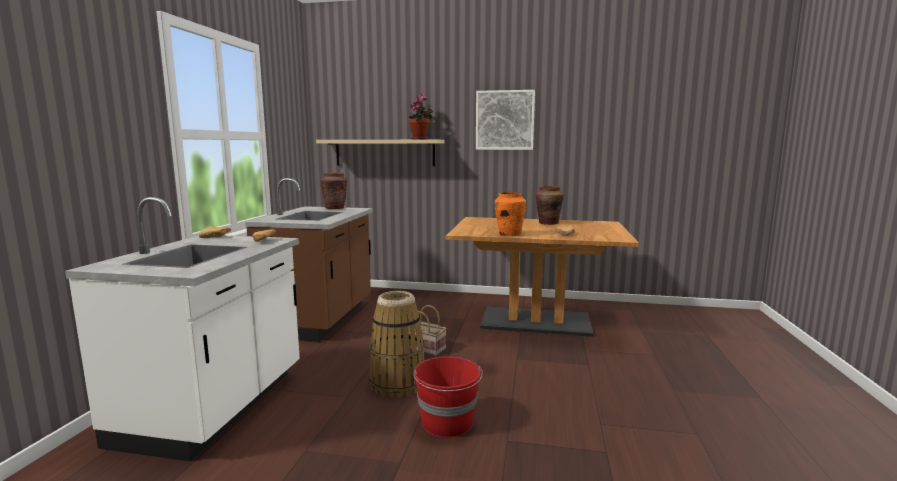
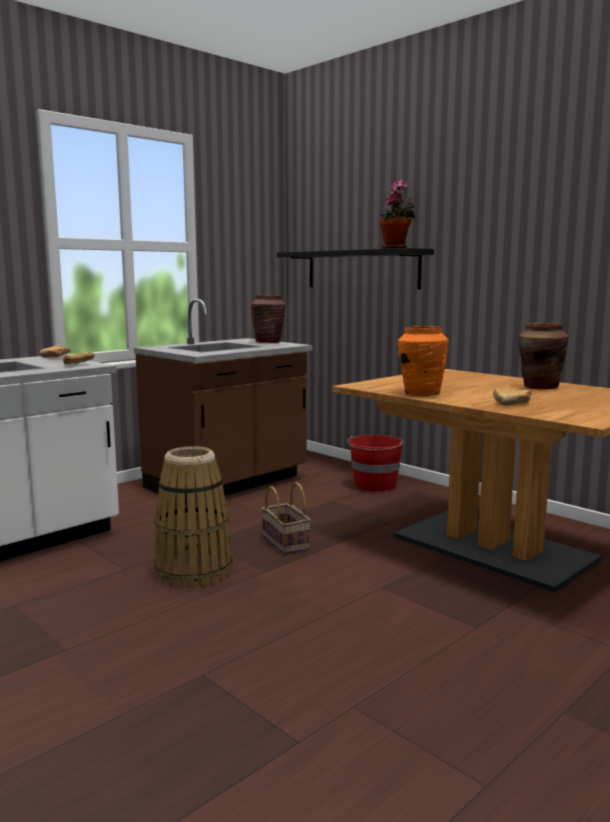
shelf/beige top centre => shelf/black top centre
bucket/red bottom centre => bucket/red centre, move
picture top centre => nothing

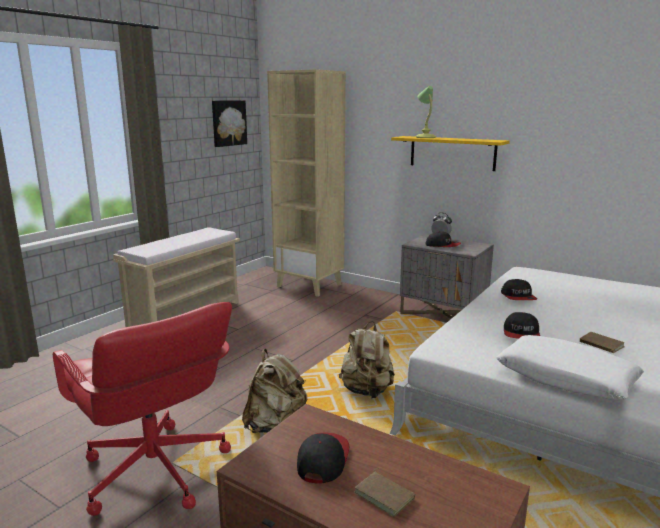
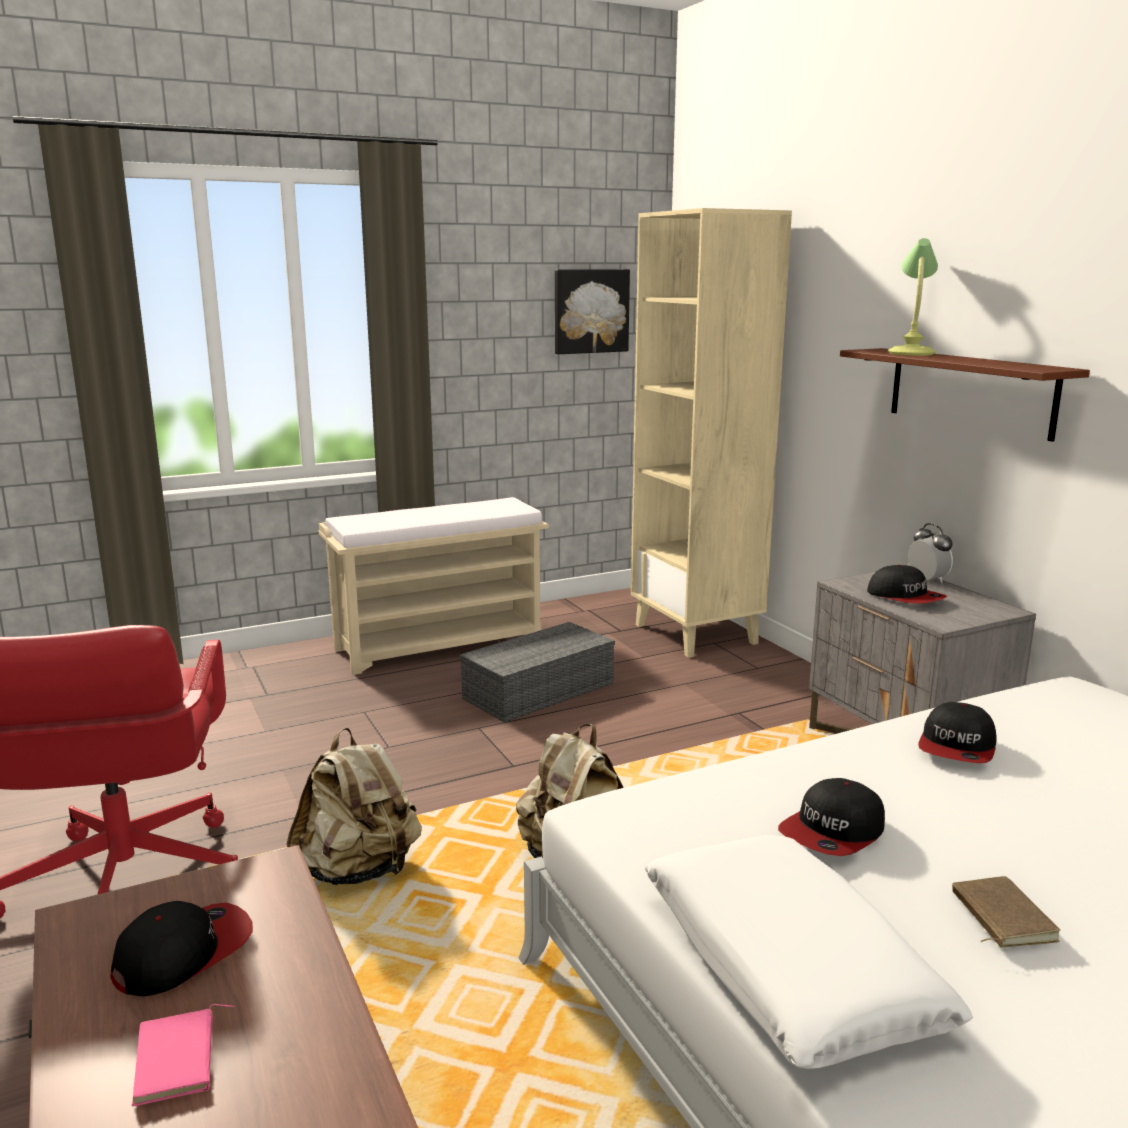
book/brown (1st from left) bottom centre => book/pink bottom left
nothing => storage box/grey centre
shelf/yellow top right => shelf/brown middle right

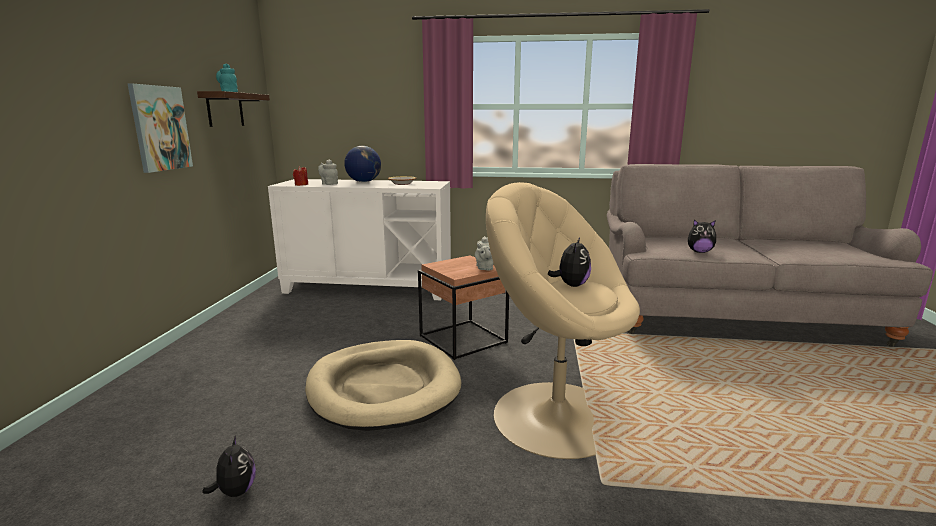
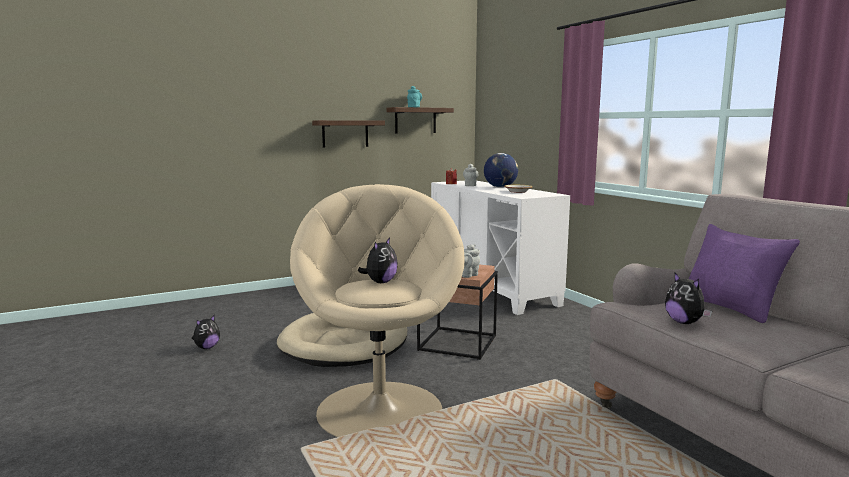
picture top left => shelf (1st from left) top centre
plush toy (2nd from left) centre, 45 degrees counterclockwise
nothing => pillow/purple middle right

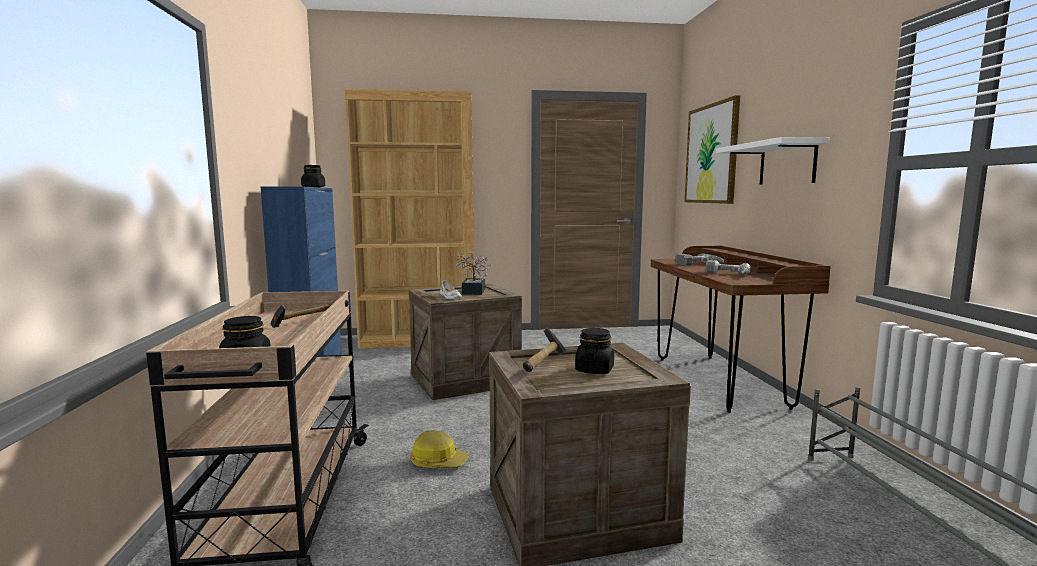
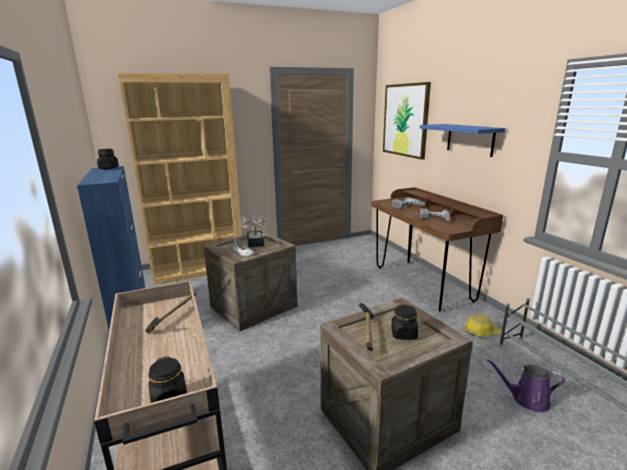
shelf/white top right => shelf/blue top right
hard hat bottom centre => hard hat bottom right, move
nothing => watering can/purple bottom right

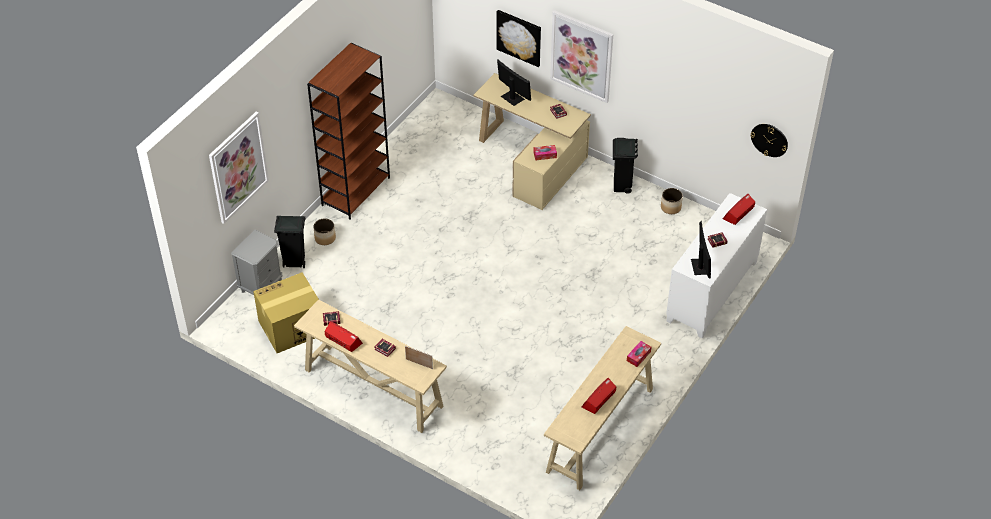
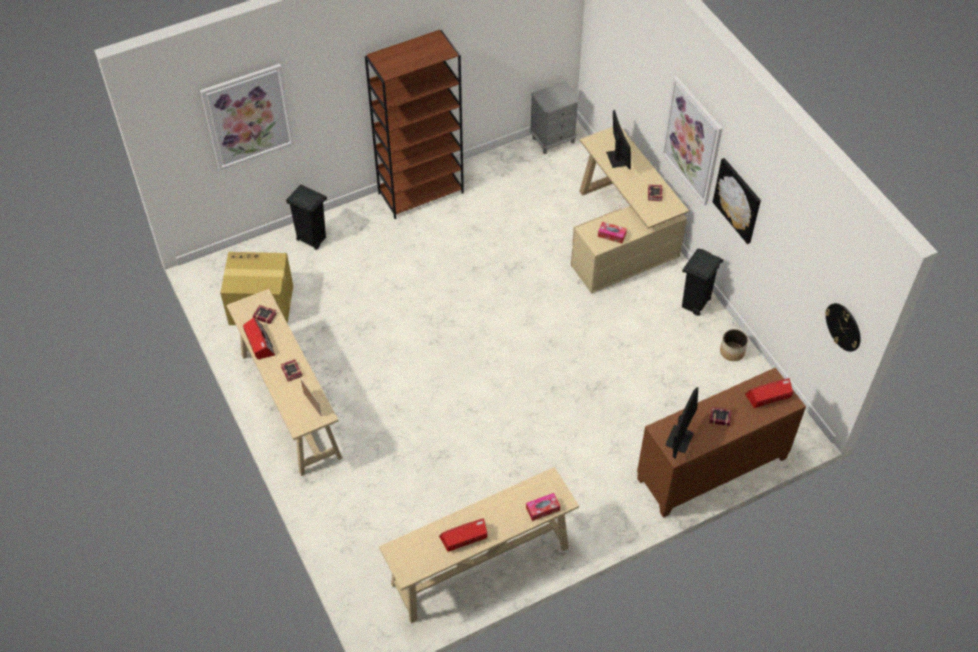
nightstand/grey middle left => nightstand/grey top centre, move
cabinet/white middle right => cabinet/brown bottom right
picture (2nd from left in the first image) top centre => picture (3rd from left) top right, move
planter (1st from left) middle left => nothing

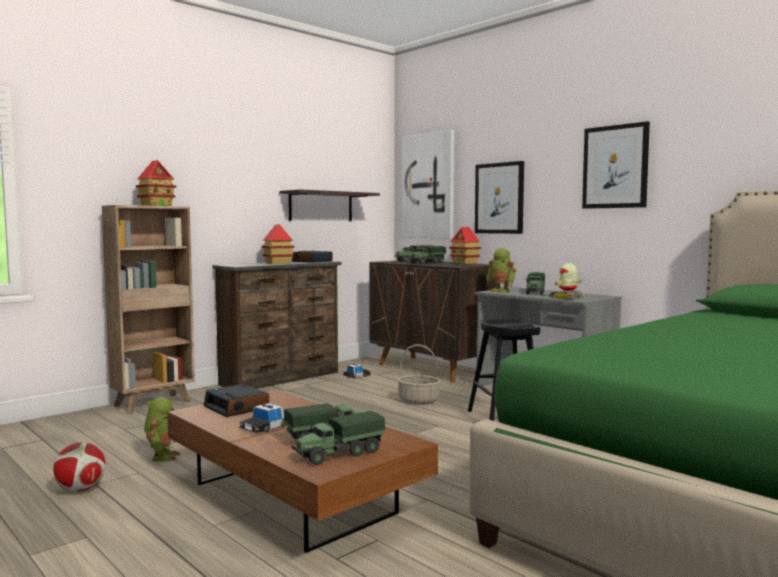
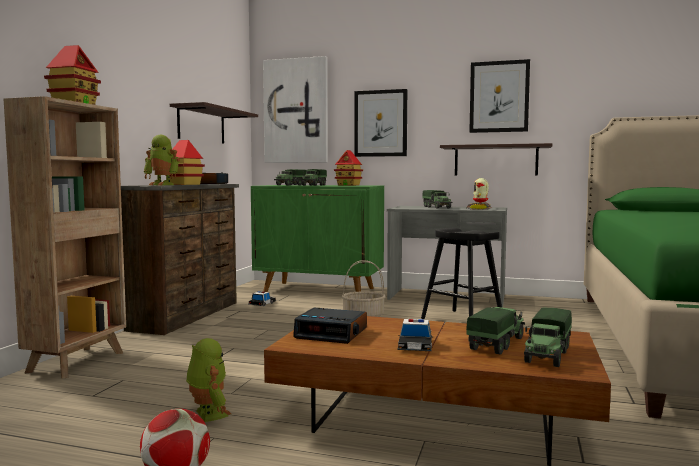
toy robot (2nd from left in the first image) centre => toy robot (1st from left) middle left, move
cabinet/brown centre => cabinet/green centre
nothing => shelf (2nd from left) middle right

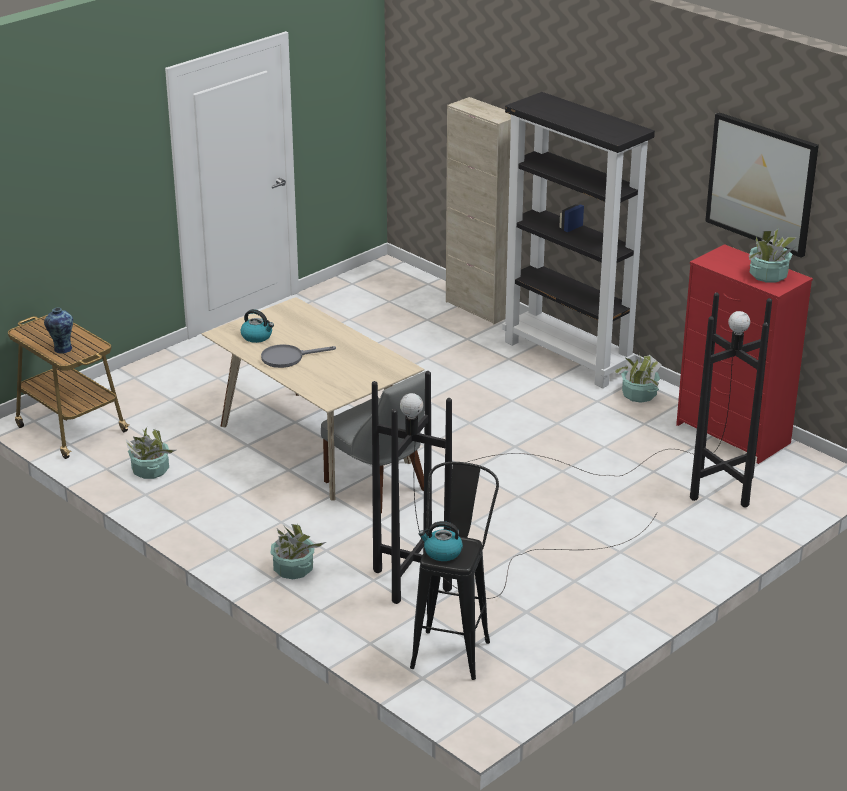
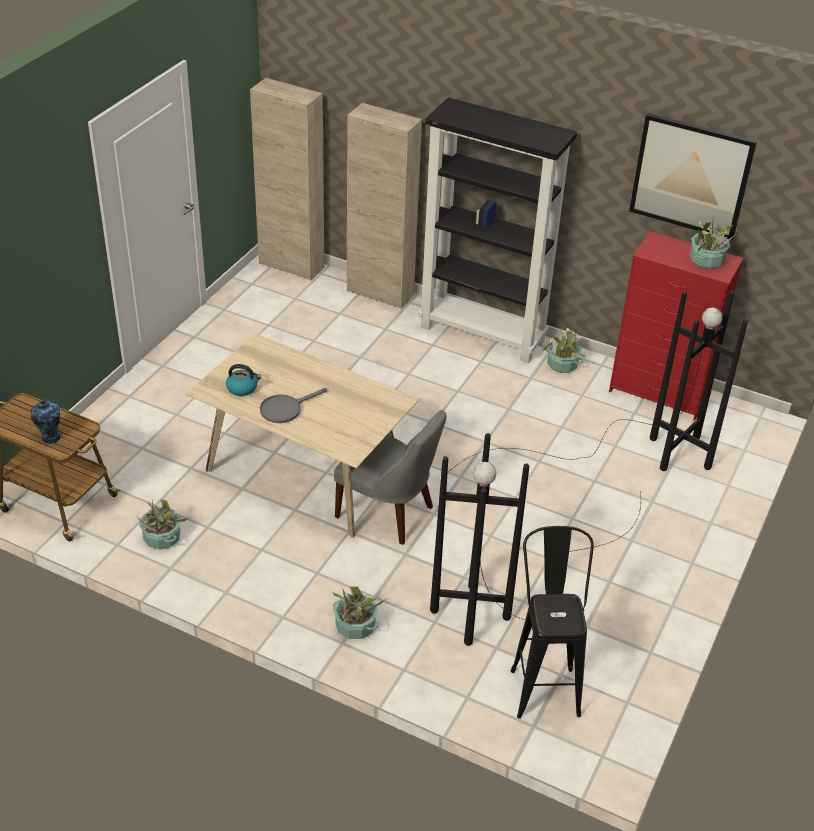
nothing => cabinet/beige (1st from left) top centre
kettle (2nd from left) bottom centre => nothing

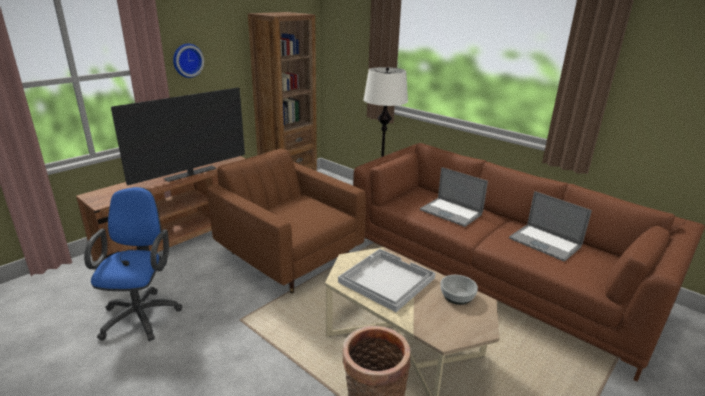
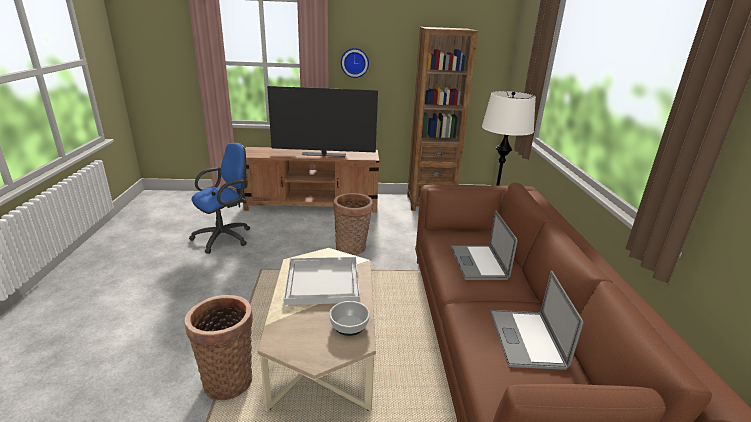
armchair/brown centre => basket (2nd from left) centre

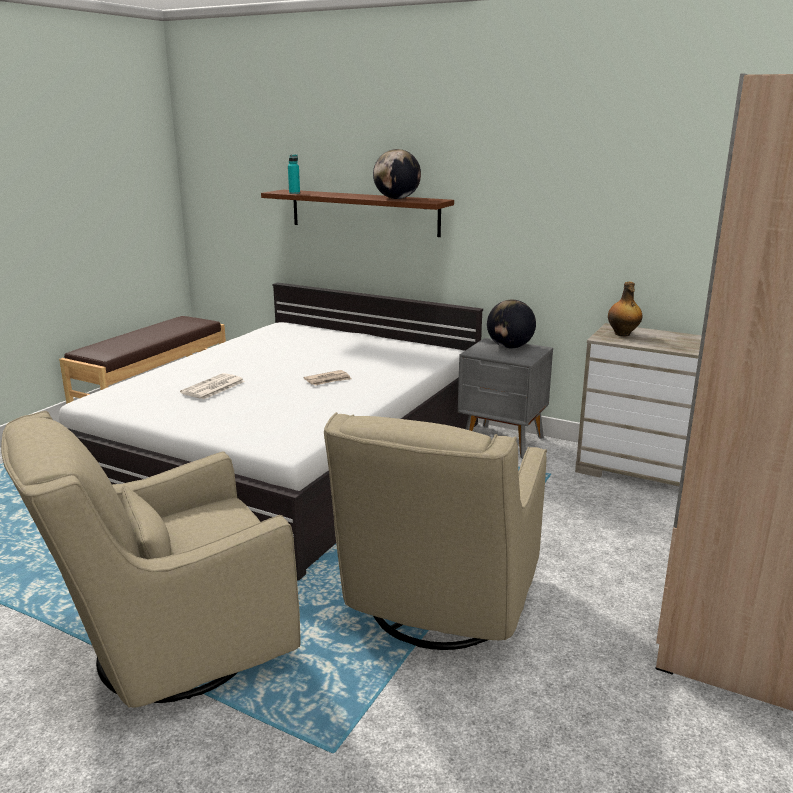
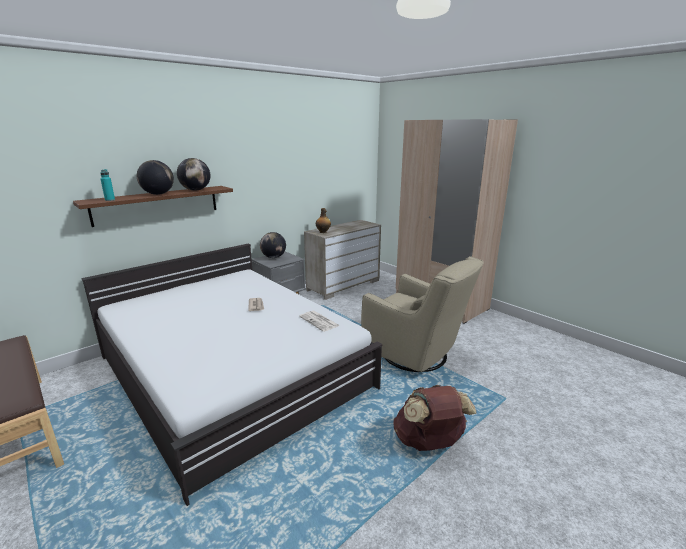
nothing => globe (1st from left) top left
newspaper (1st from left in the first image) middle left => newspaper (2nd from left) centre, move
armchair/beige (1st from left) bottom left => backpack/brown bottom centre

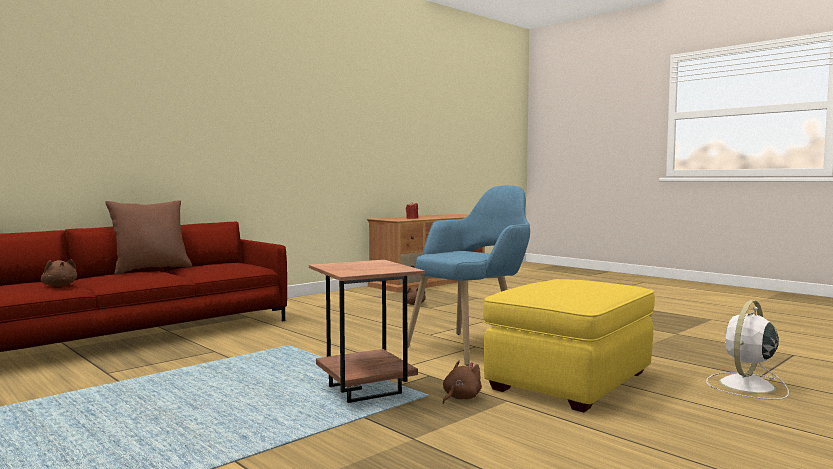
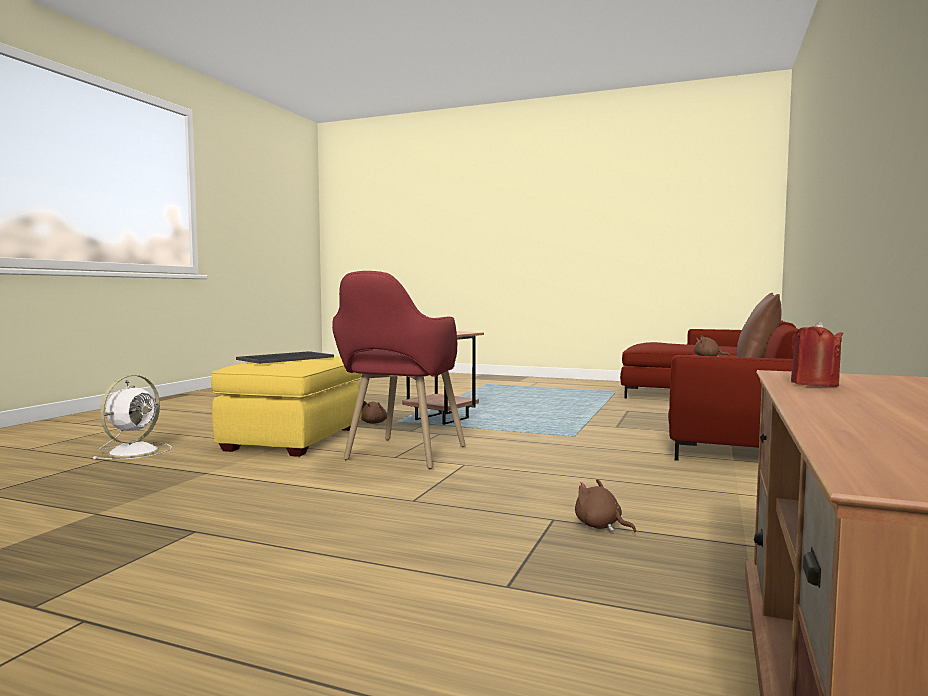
nothing => tray middle left
armchair/blue centre => armchair/red centre

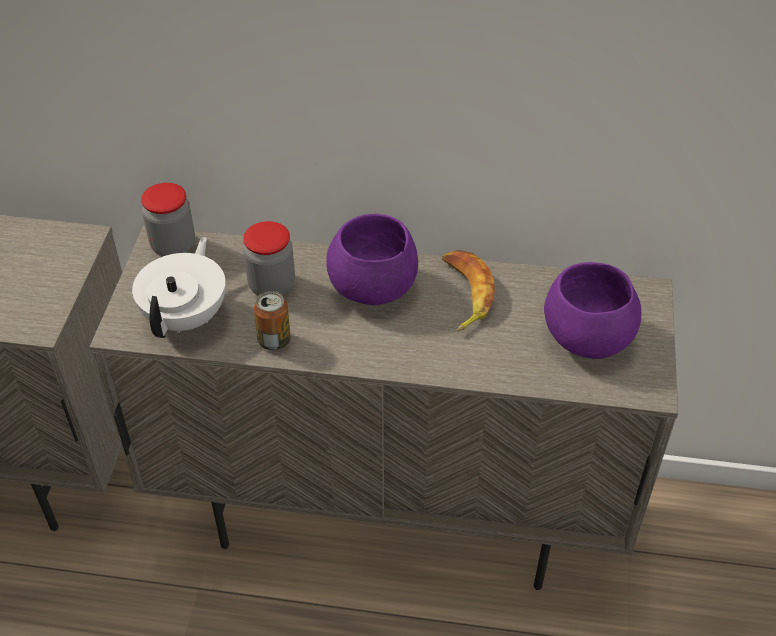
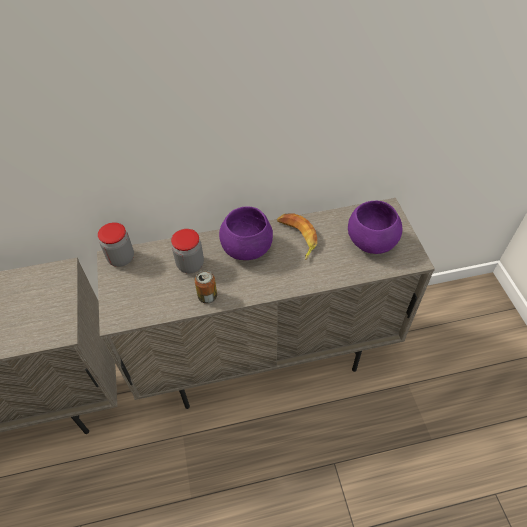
teapot/white middle left => nothing

